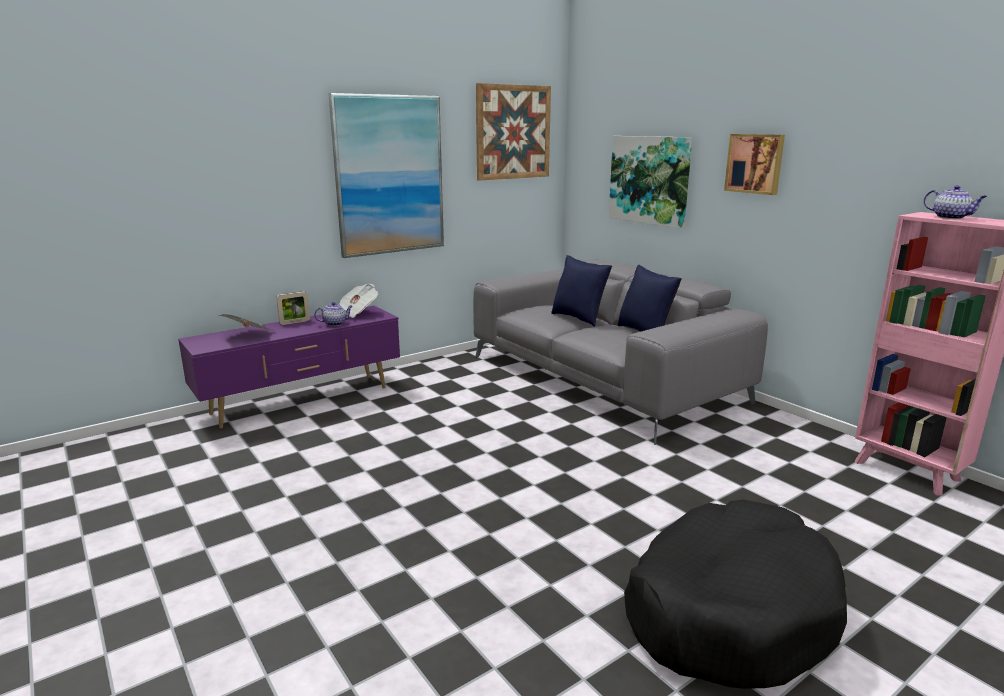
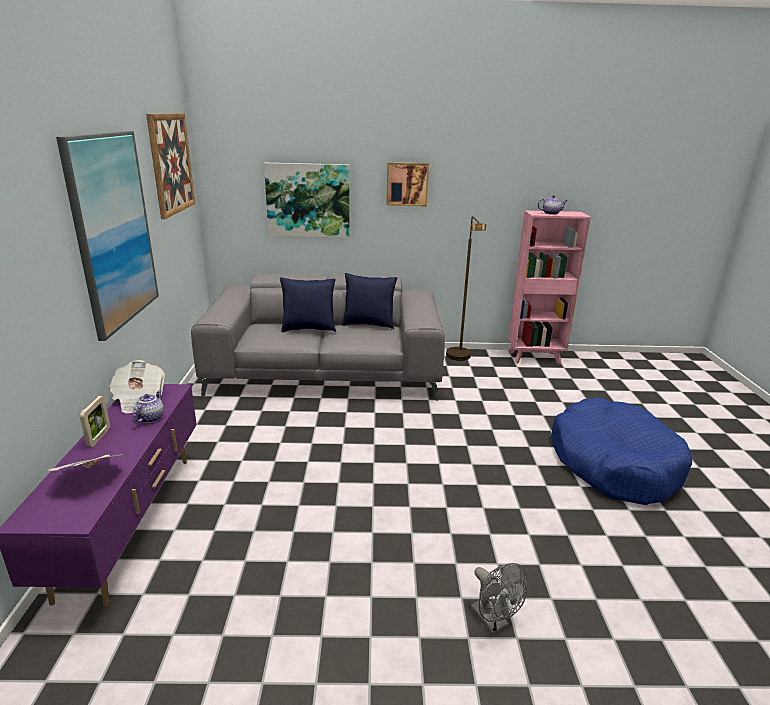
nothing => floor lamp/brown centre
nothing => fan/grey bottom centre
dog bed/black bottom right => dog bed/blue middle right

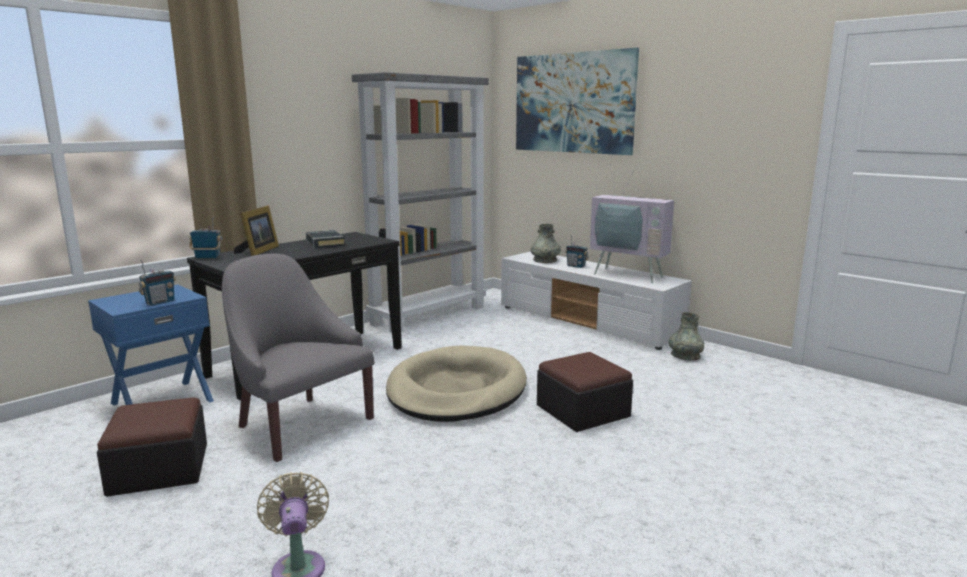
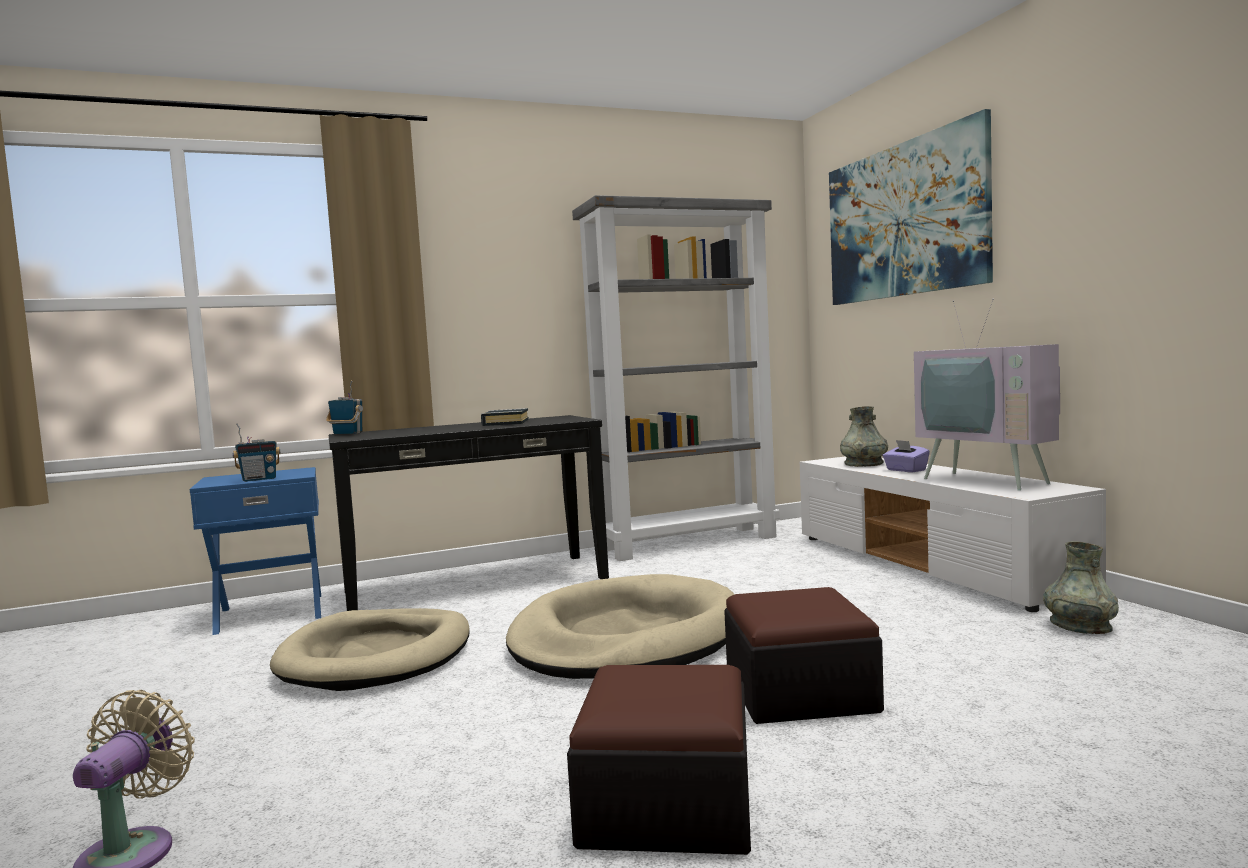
armchair/grey middle left => dog bed/beige (1st from left) bottom left
ottoman (1st from left) bottom left => ottoman (1st from left) bottom centre, move
radio (3rd from left) centre => tissue box/purple middle right
picture frame middle left => nothing

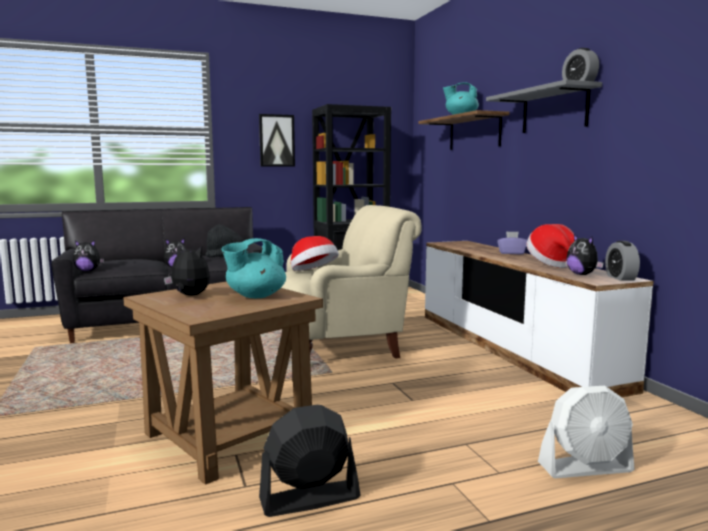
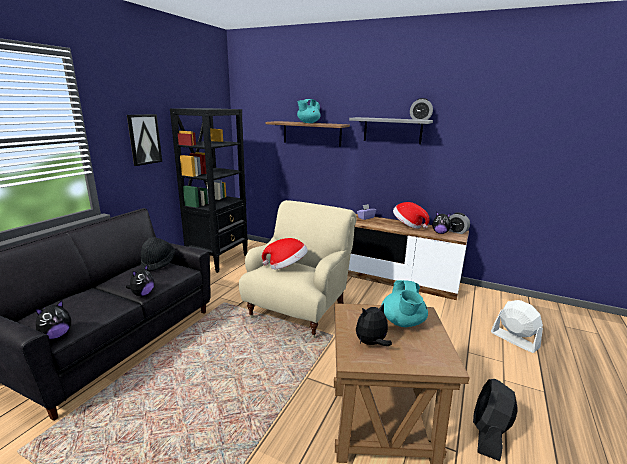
fan/white bottom right, 75 degrees counterclockwise

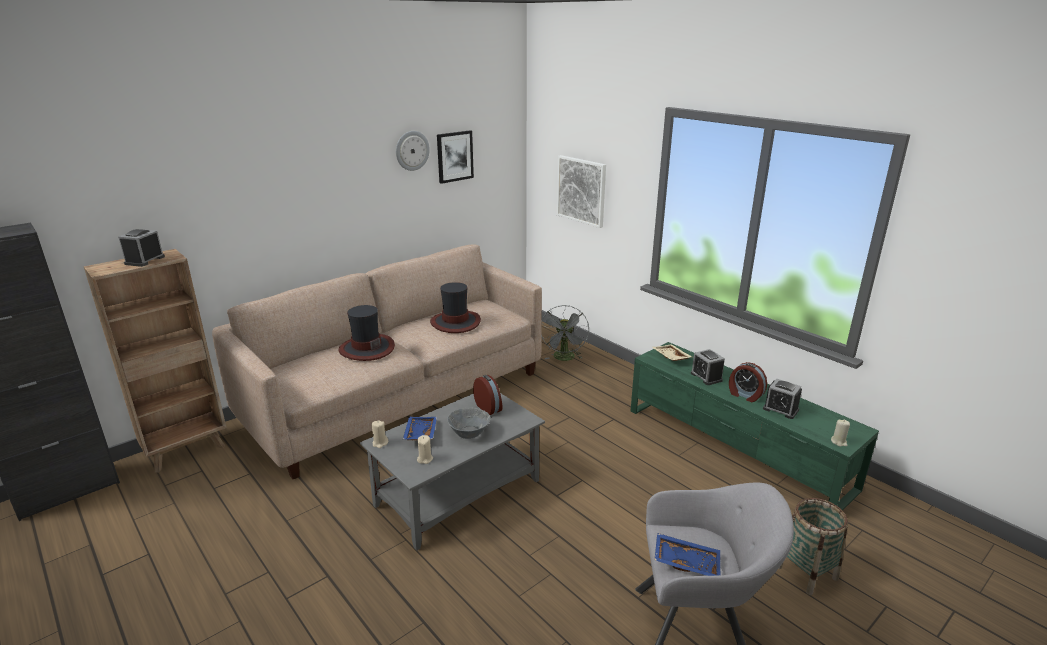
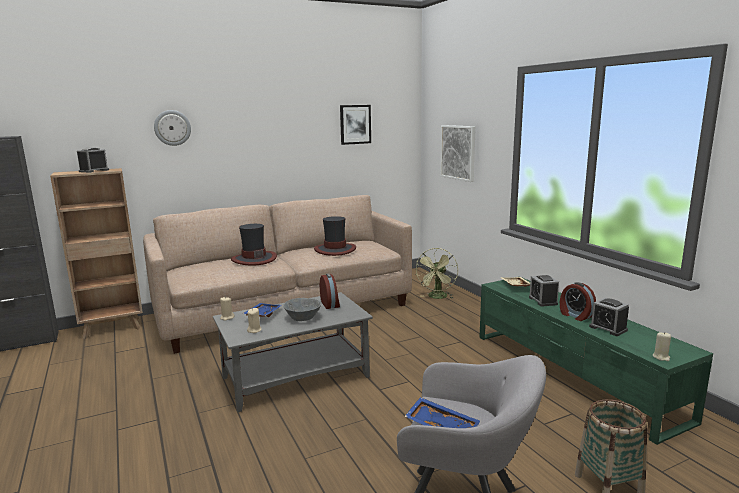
wall clock top centre => wall clock top left, move
fan/grey centre => fan/green centre

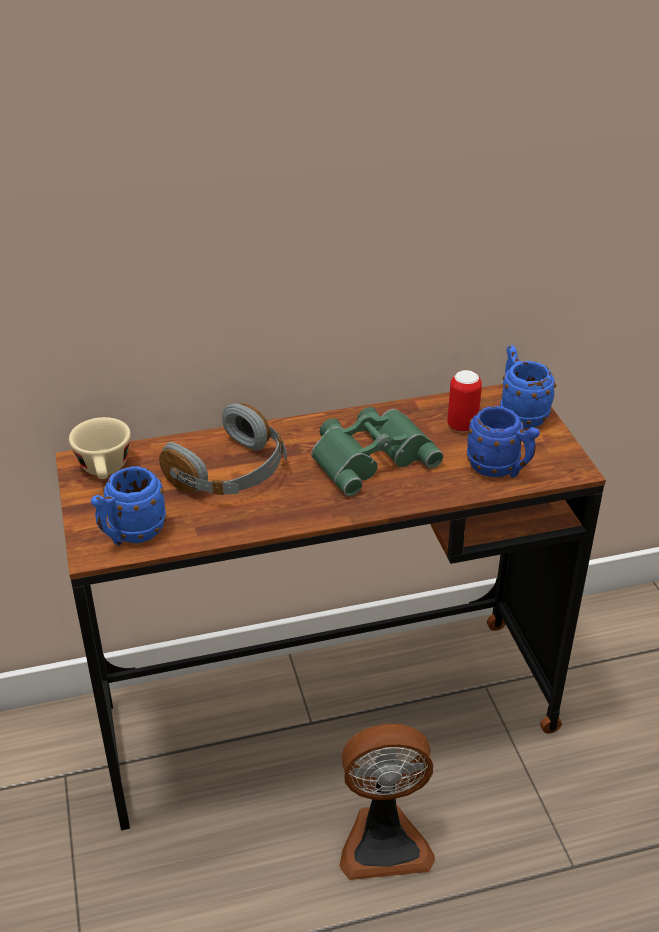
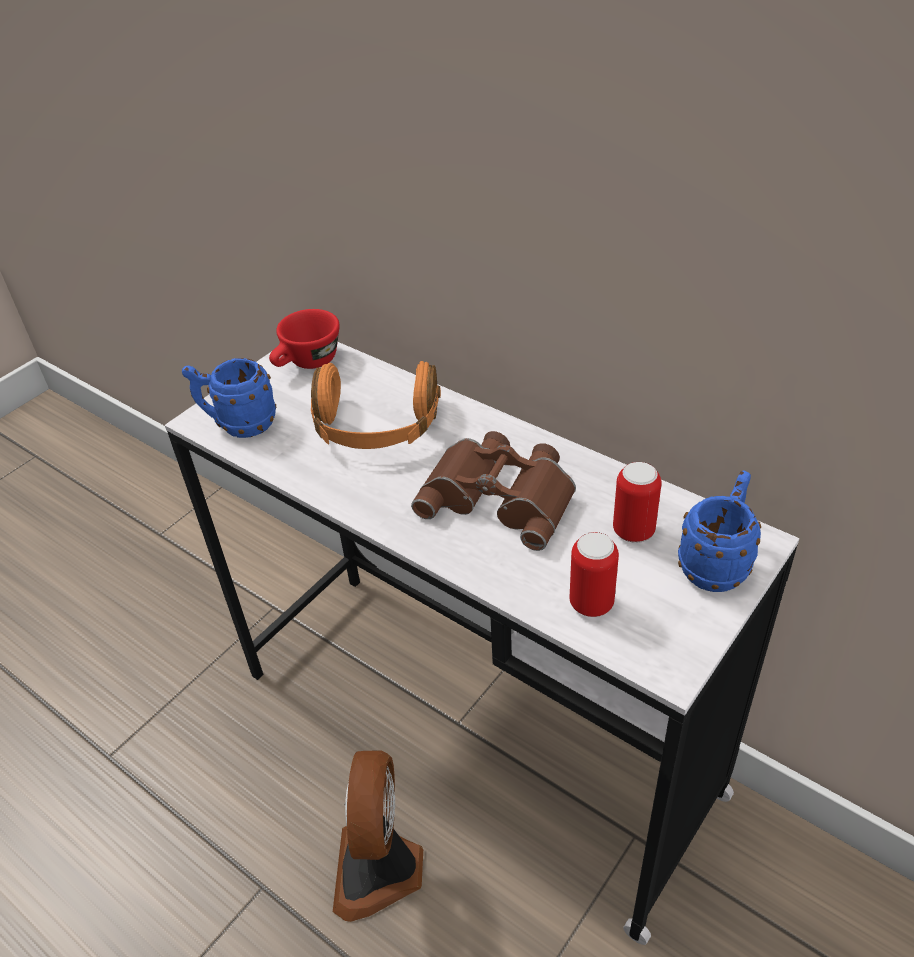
desk/brown centre => desk/white bottom centre
cup/beige middle left => cup/red middle left
headphones/grey centre => headphones/orange centre
fan bottom centre, 45 degrees clockwise
binoculars/green centre => binoculars/brown centre
mug/blue (2nd from left) middle right => can (1st from left) centre

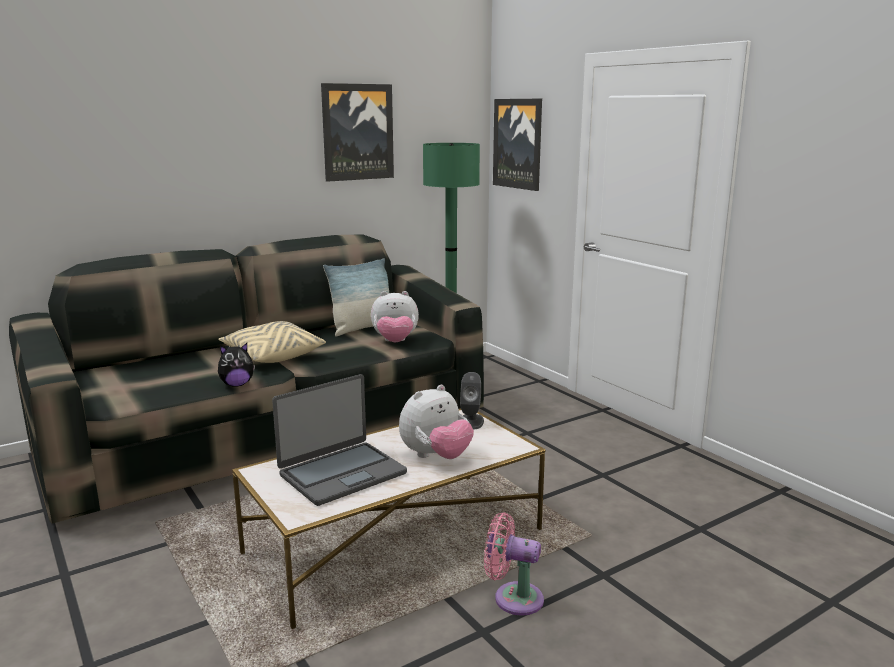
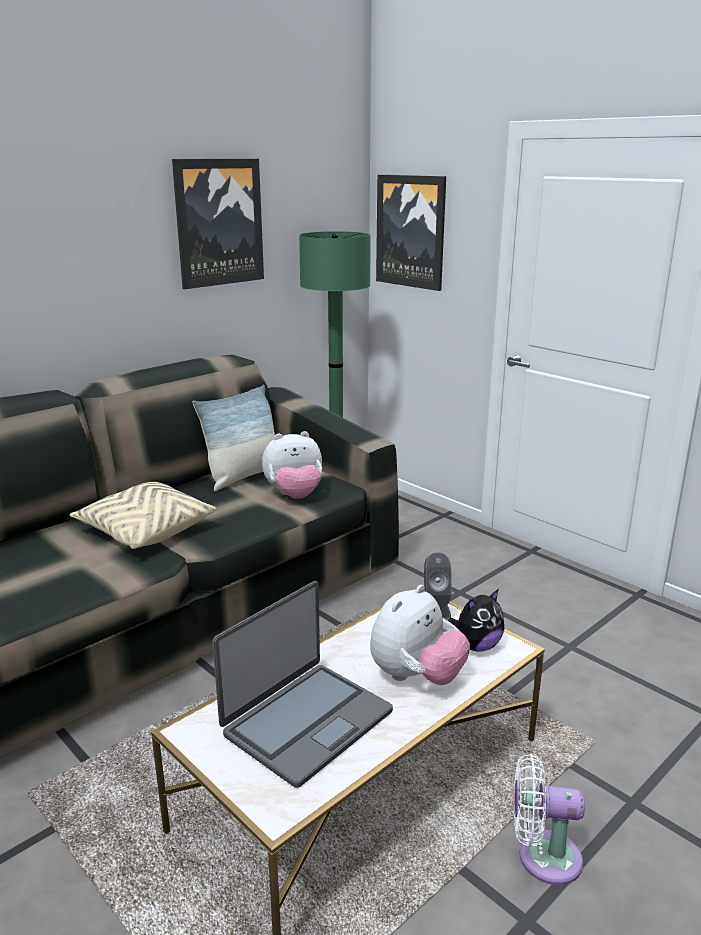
plush toy (1st from left in the first image) middle left => plush toy (3rd from left) middle right, move
fan/pink bottom centre => fan/white bottom right

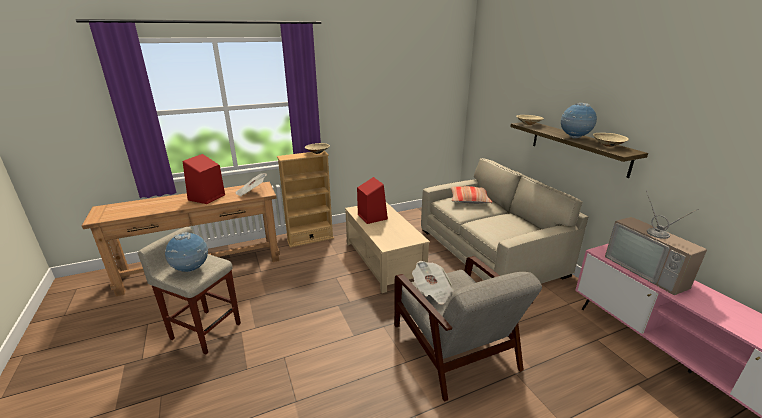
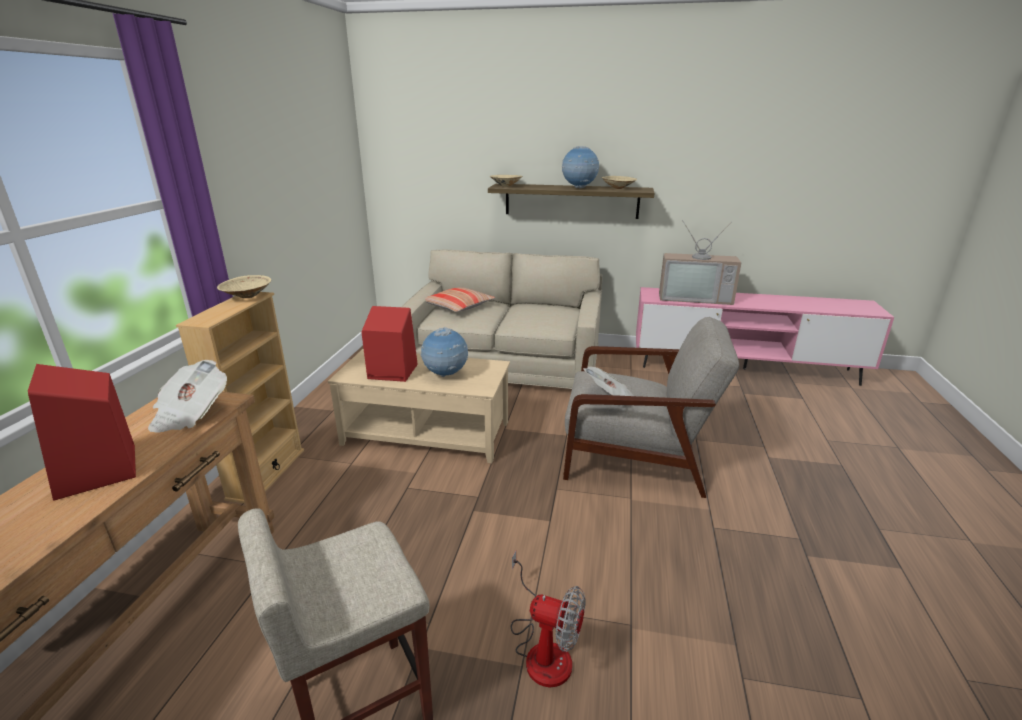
globe (1st from left) middle left => globe (1st from left) centre, move
nothing => fan bottom centre

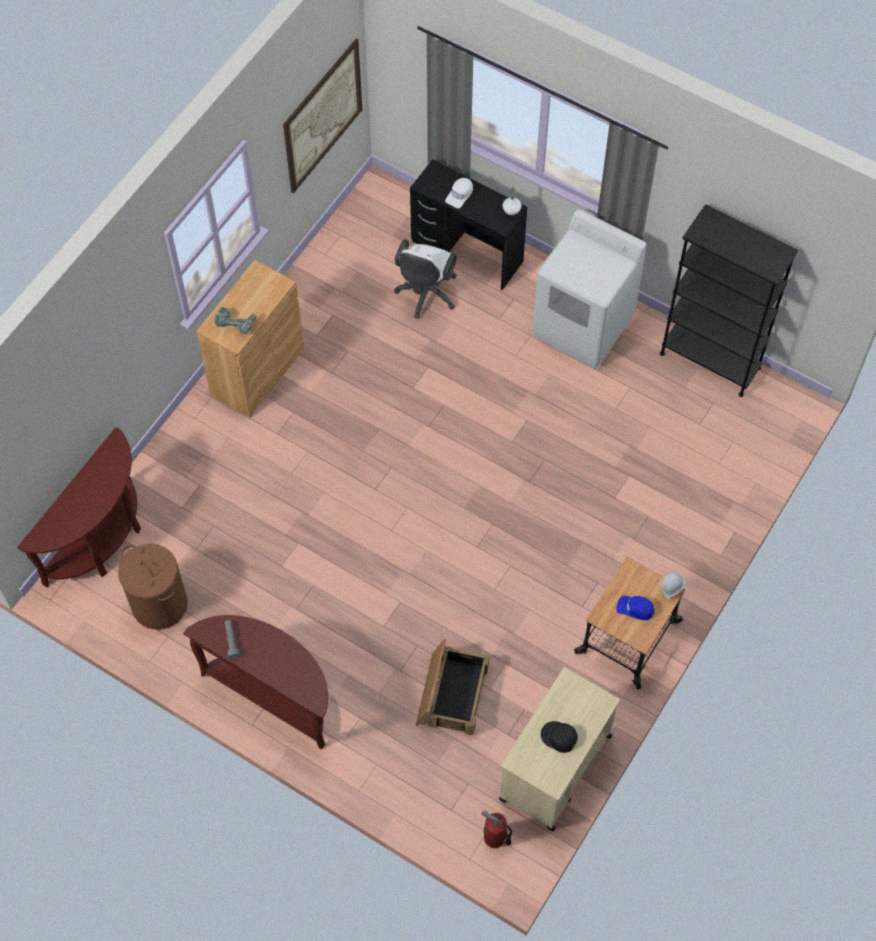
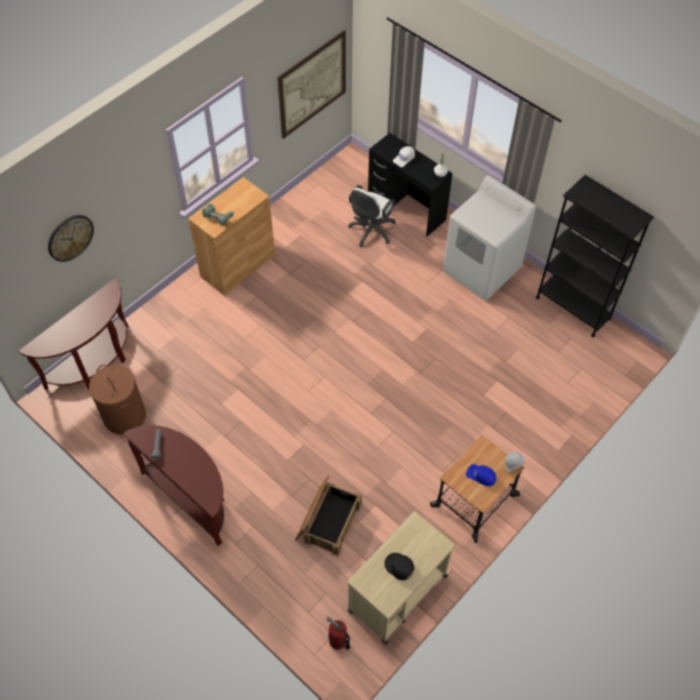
nothing => wall clock middle left

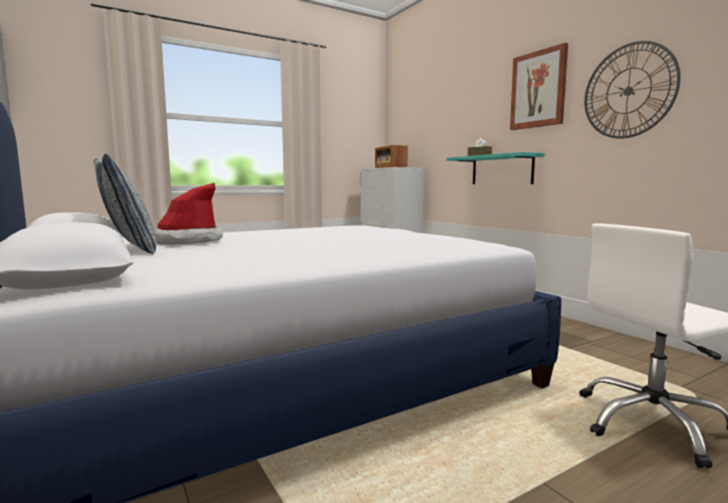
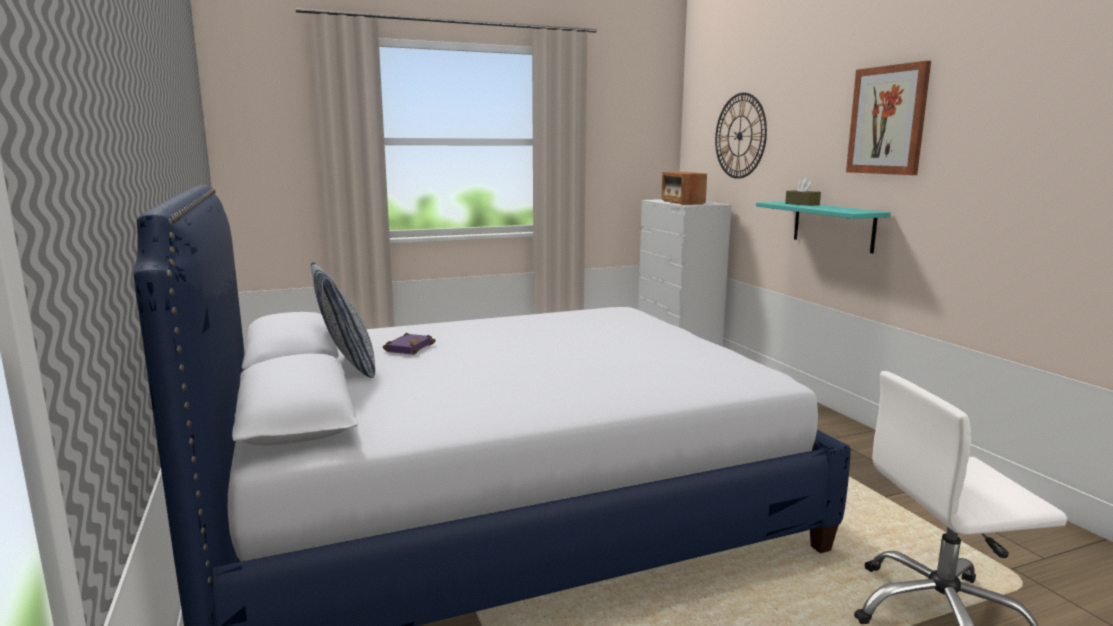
hat middle left => book/purple centre
wall clock top right => wall clock top centre, move

